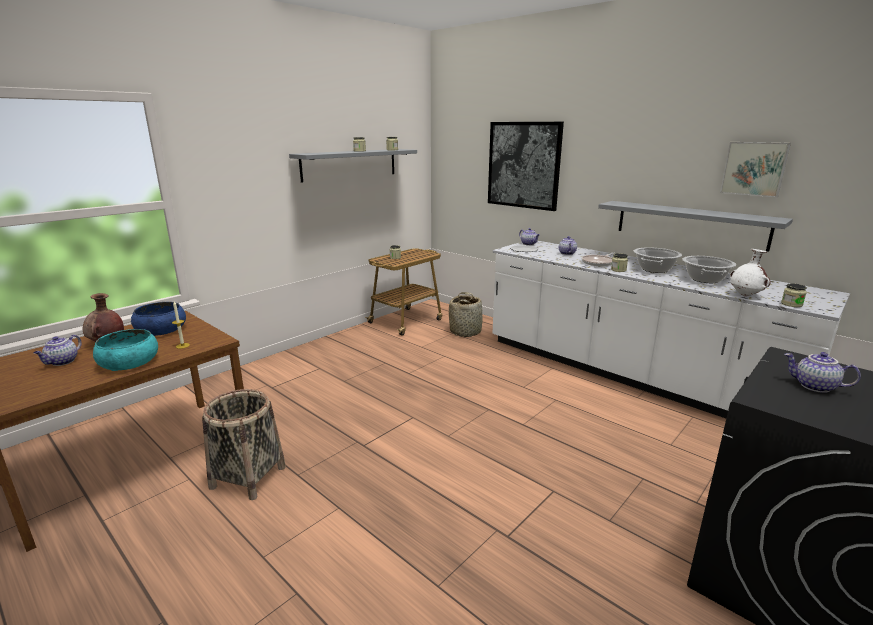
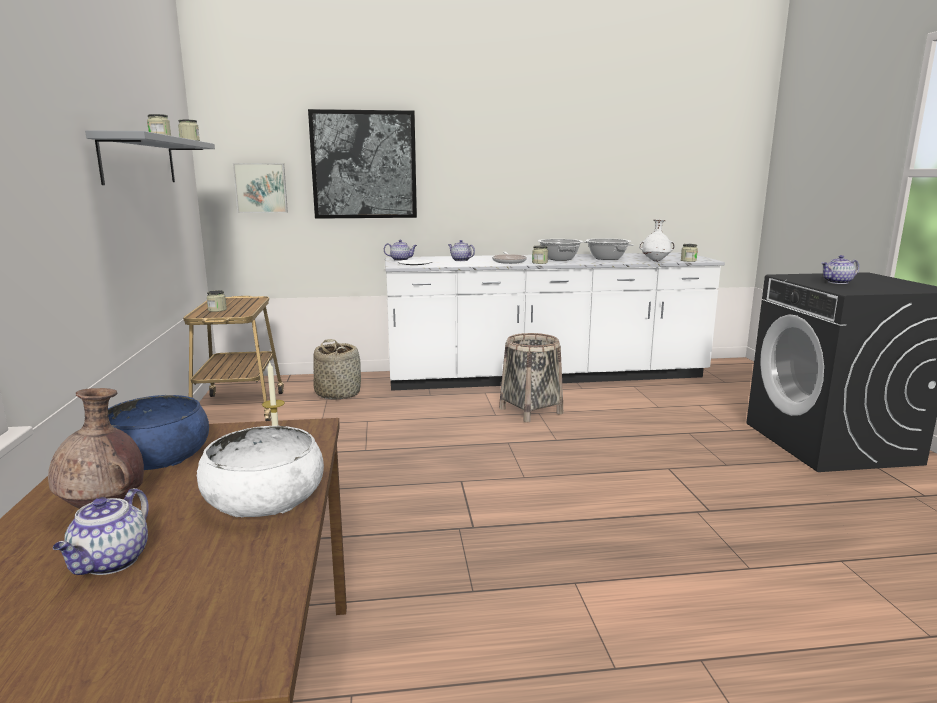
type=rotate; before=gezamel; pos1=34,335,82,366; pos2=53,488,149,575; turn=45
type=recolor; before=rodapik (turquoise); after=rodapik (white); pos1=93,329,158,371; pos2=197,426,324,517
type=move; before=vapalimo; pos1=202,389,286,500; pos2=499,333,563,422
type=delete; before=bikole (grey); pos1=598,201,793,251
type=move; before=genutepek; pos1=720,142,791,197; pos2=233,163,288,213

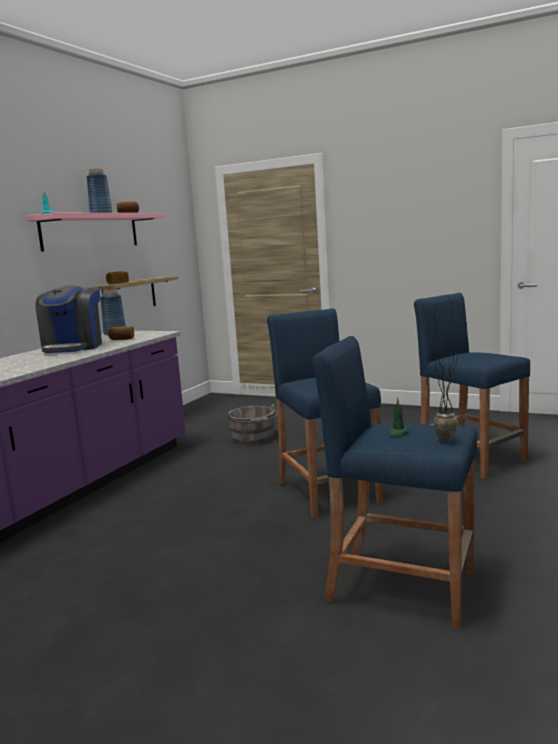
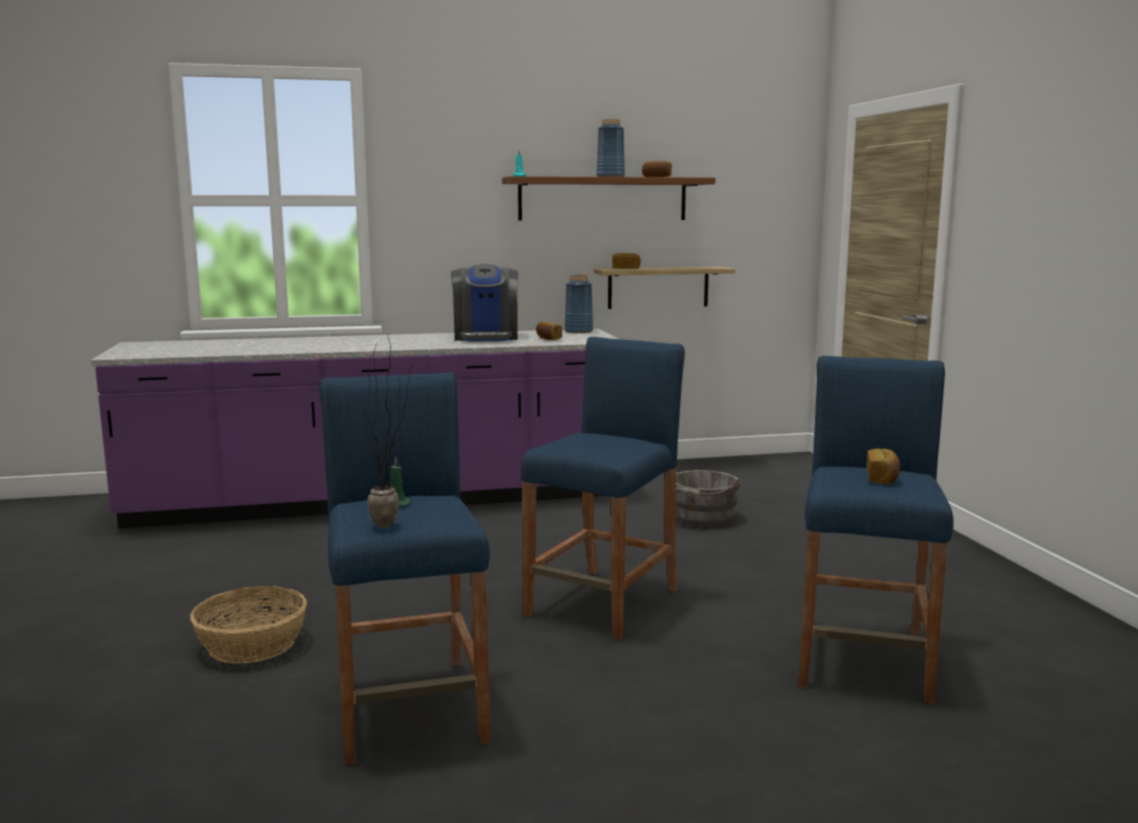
type=recolor; before=bikole (pink); after=bikole (brown); pos1=26,213,166,252; pos2=502,176,715,221
type=rotate; before=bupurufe; pos1=35,285,102,353; pos2=451,264,518,341; turn=-60
type=insert; after=vapalimo; pos2=190,586,307,664
type=insert; after=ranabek; pos2=867,449,900,484

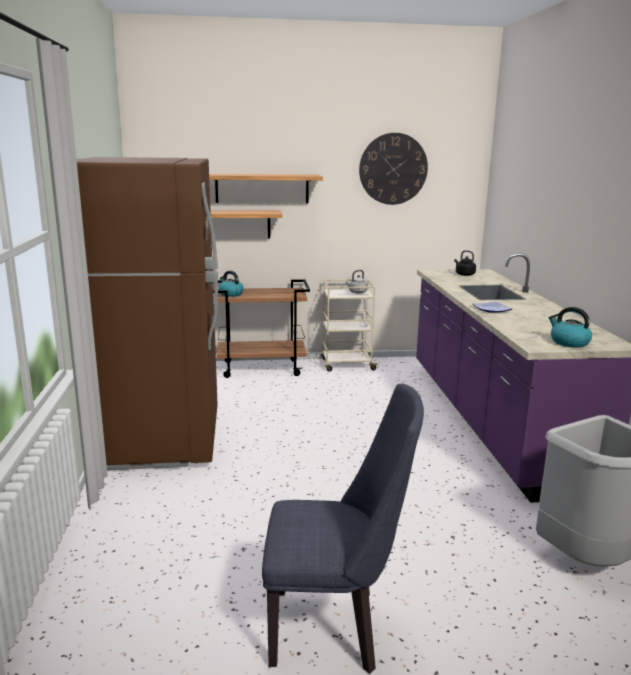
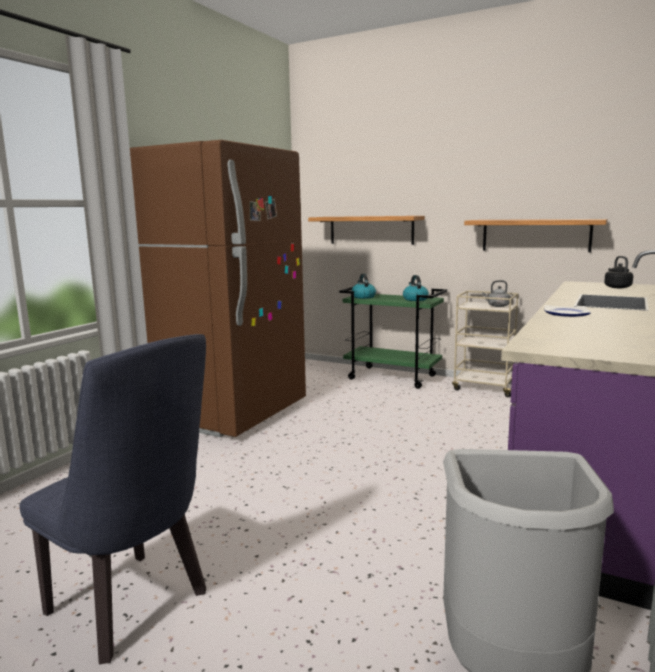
type=move; before=bikole; pos1=209,174,323,203; pos2=464,219,608,252
type=recolor; before=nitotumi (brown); after=nitotumi (green); pos1=213,279,310,378; pos2=339,287,447,389
type=delete; before=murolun; pos1=359,133,428,205
type=move; before=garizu; pos1=548,307,592,348; pos2=403,275,429,301

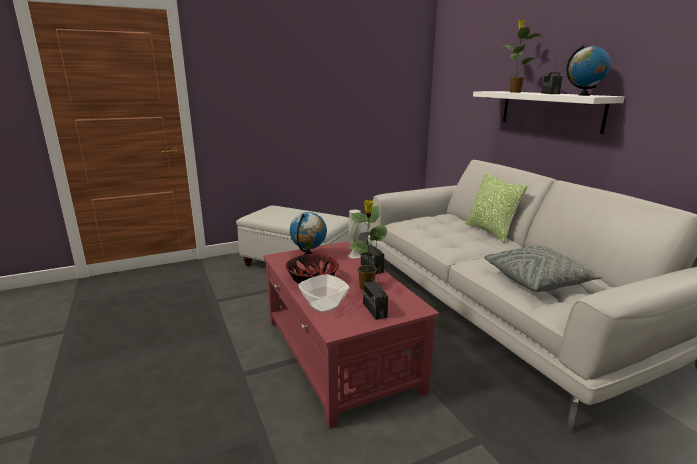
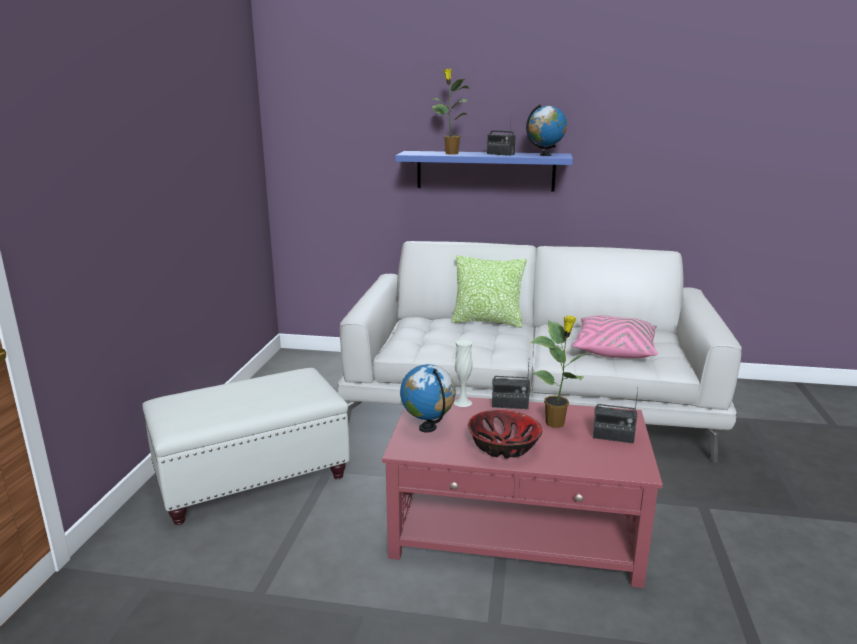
type=delete; before=rodapik; pos1=298,274,349,313
type=recolor; before=bikole (white); after=bikole (blue); pos1=473,91,624,134; pos2=395,151,573,192
type=recolor; before=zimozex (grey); after=zimozex (pink); pos1=484,246,602,292; pos2=571,315,658,358

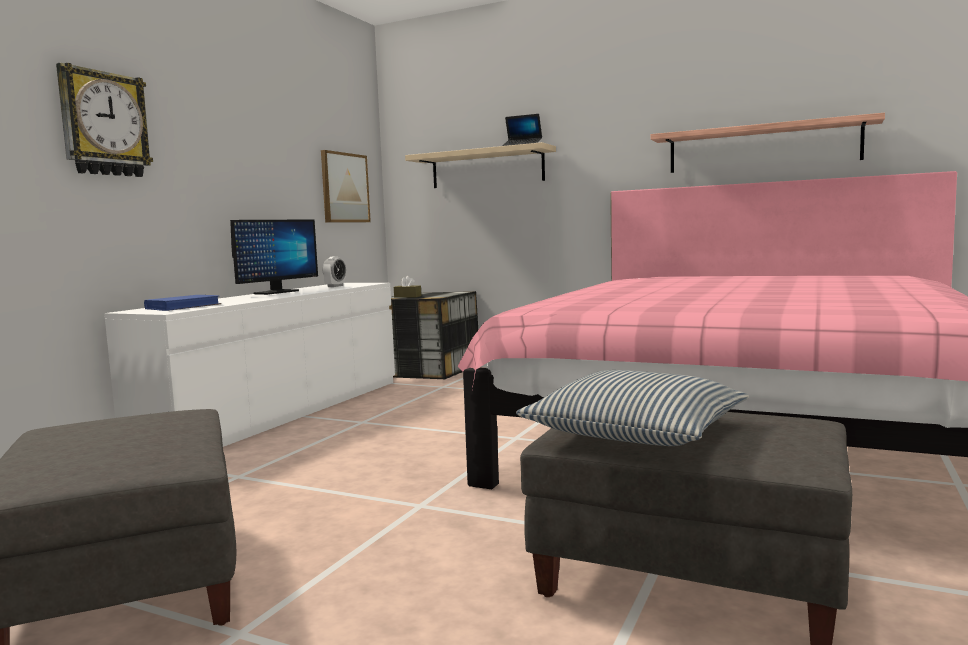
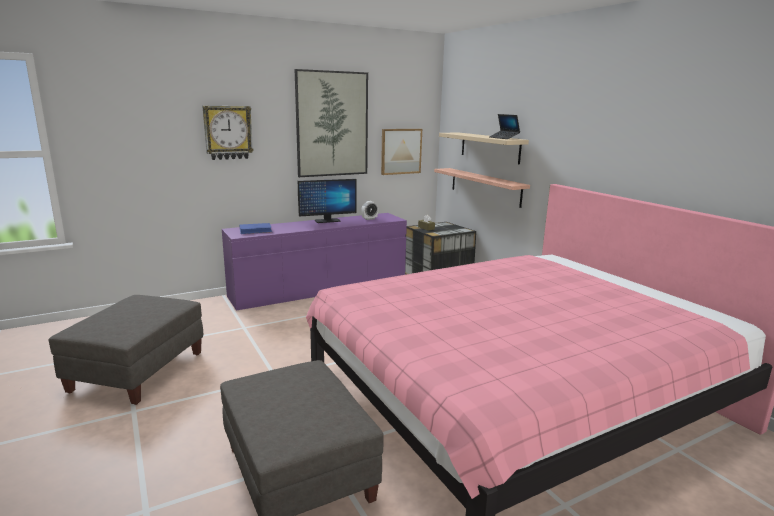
type=recolor; before=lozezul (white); after=lozezul (purple); pos1=104,283,395,447; pos2=222,213,407,311
type=delete; before=zimozex; pos1=516,370,749,446
type=move; before=bikole; pos1=651,113,885,173; pos2=434,168,530,208
type=insert; after=genutepek; pos2=295,69,368,177

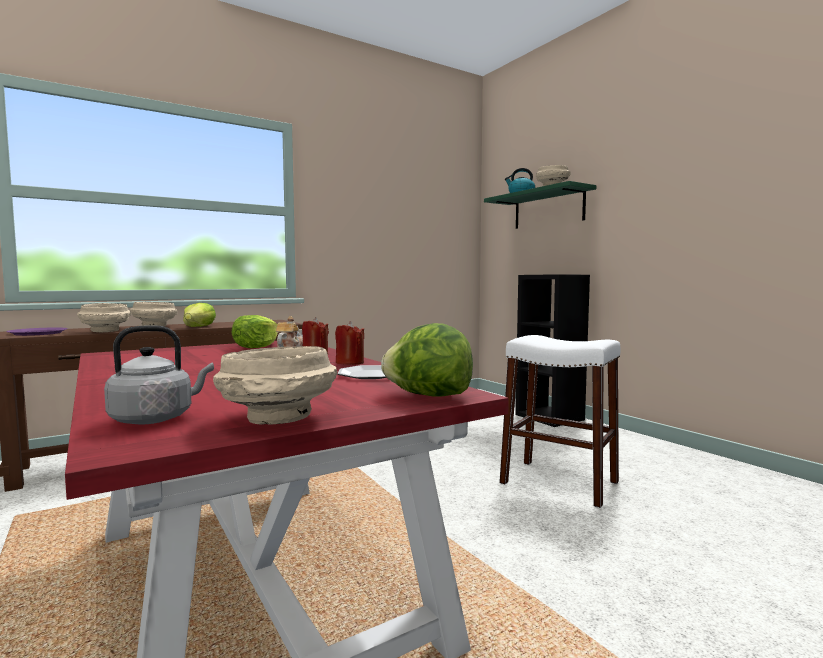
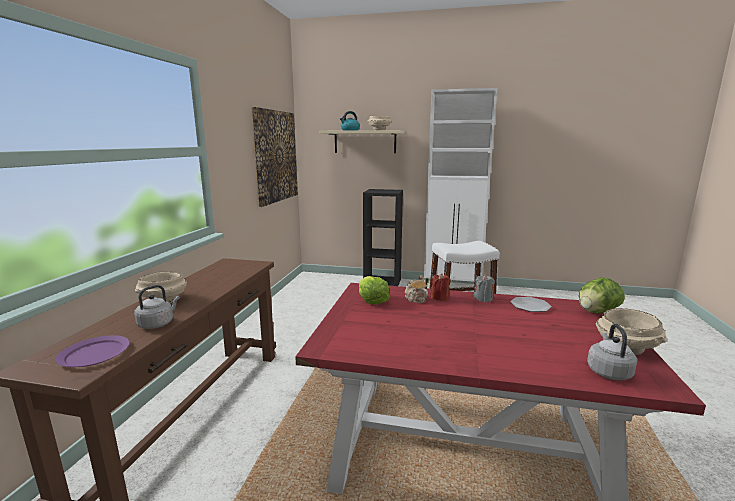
type=replace; before=rodapik (beige); after=garizu (grey); pos1=77,303,131,332; pos2=134,285,180,329
type=delete; before=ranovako; pos1=183,303,216,327
type=recolor; before=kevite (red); after=kevite (grey); pos1=335,321,364,365; pos2=474,274,495,302
type=recolor; before=bikole (green); after=bikole (beige); pos1=484,181,596,229; pos2=319,130,405,153
type=insert; after=genutepek; pos2=251,107,298,207
type=insert; after=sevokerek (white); pos2=424,88,497,288

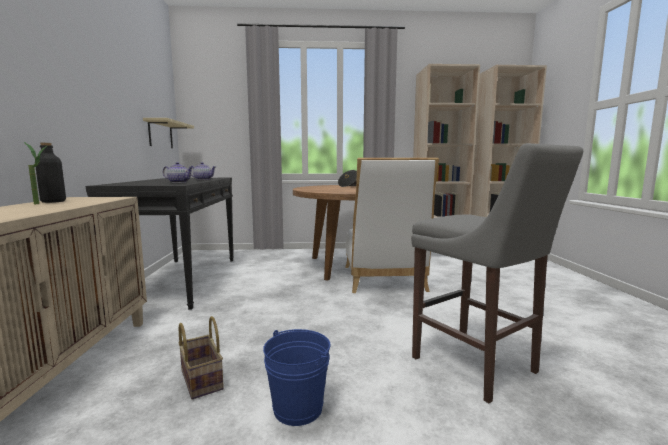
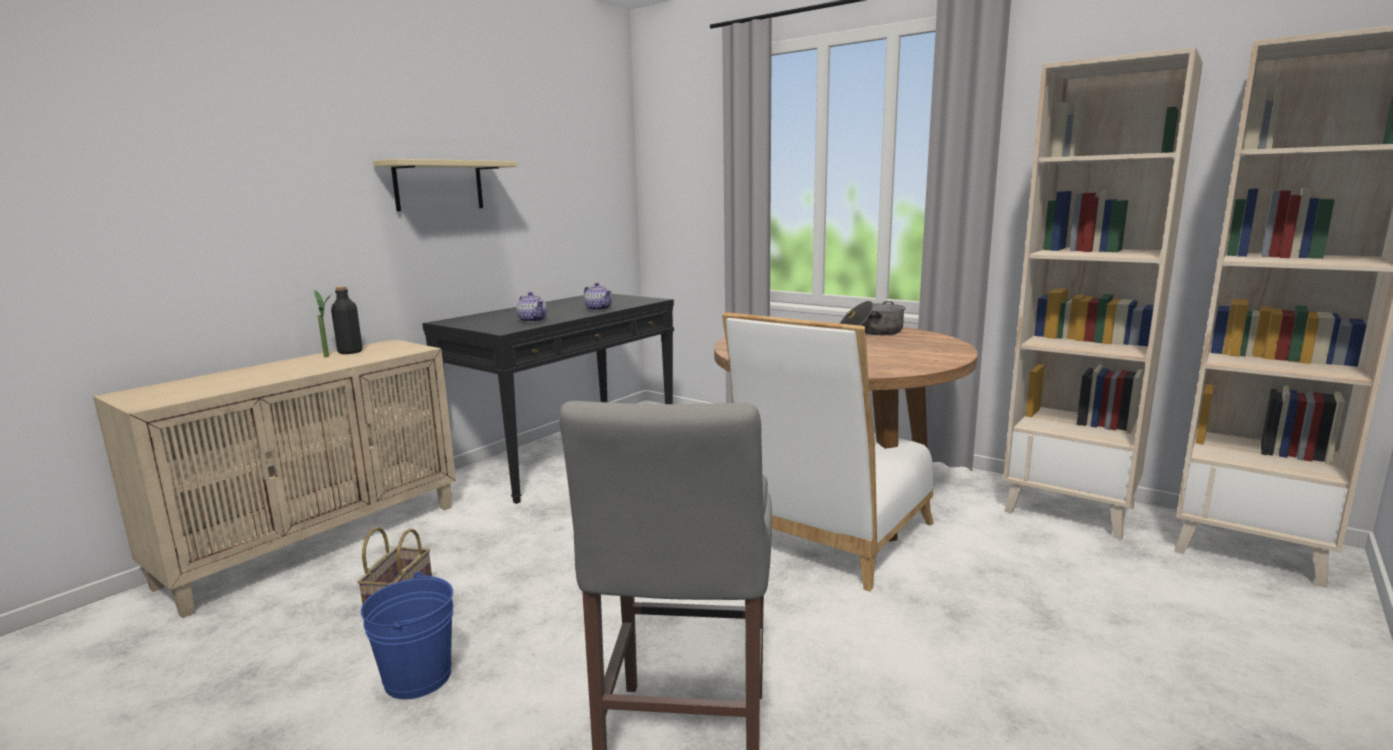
type=move; before=bikole (beige); pos1=143,118,194,148; pos2=373,159,517,211

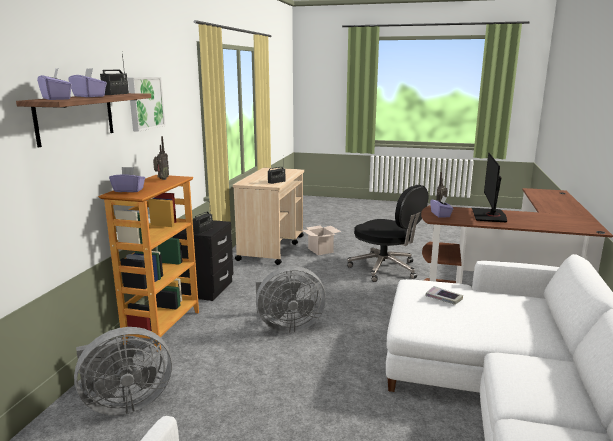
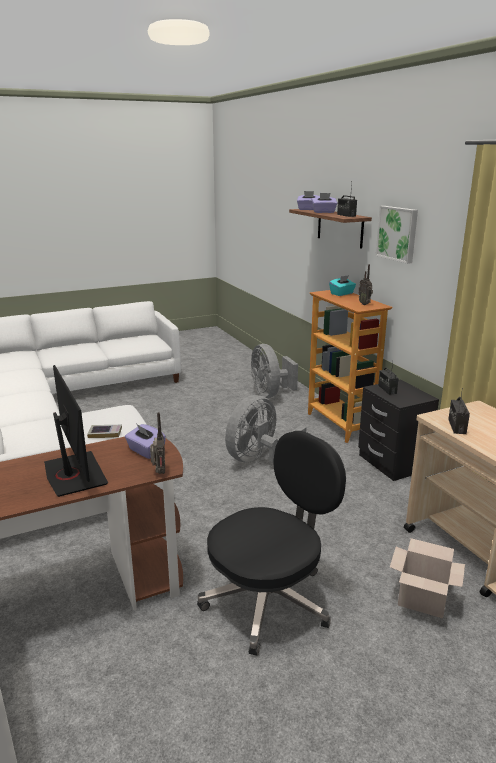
type=rotate; before=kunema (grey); pos1=74,327,172,415; pos2=251,344,298,398; turn=-45
type=recolor; before=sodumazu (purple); after=sodumazu (turquoise); pos1=109,167,145,192; pos2=329,275,356,296
type=rotate; before=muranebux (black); pos1=347,185,428,282; pos2=197,431,346,656; turn=135

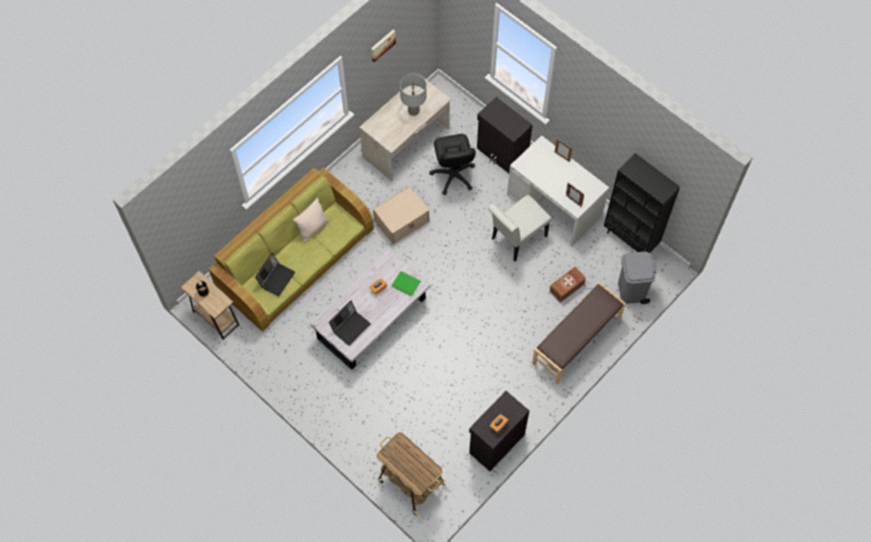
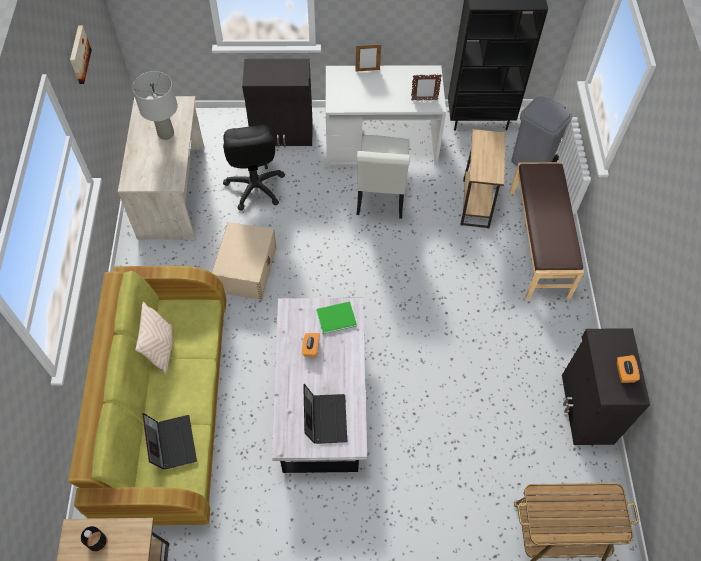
type=rotate; before=muranebux (black); pos1=429,134,476,195; pos2=223,125,285,211; turn=45
type=replace; before=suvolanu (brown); after=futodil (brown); pos1=550,267,586,303; pos2=461,129,506,228

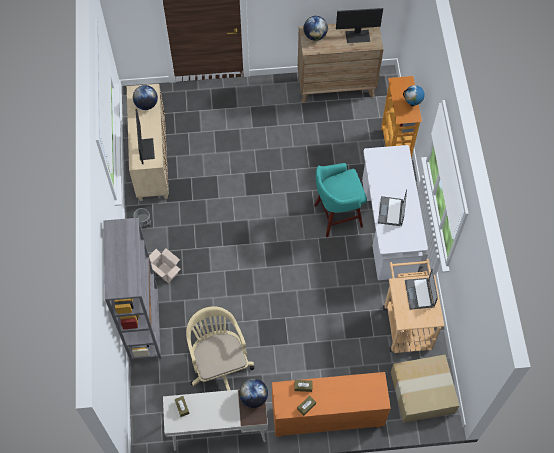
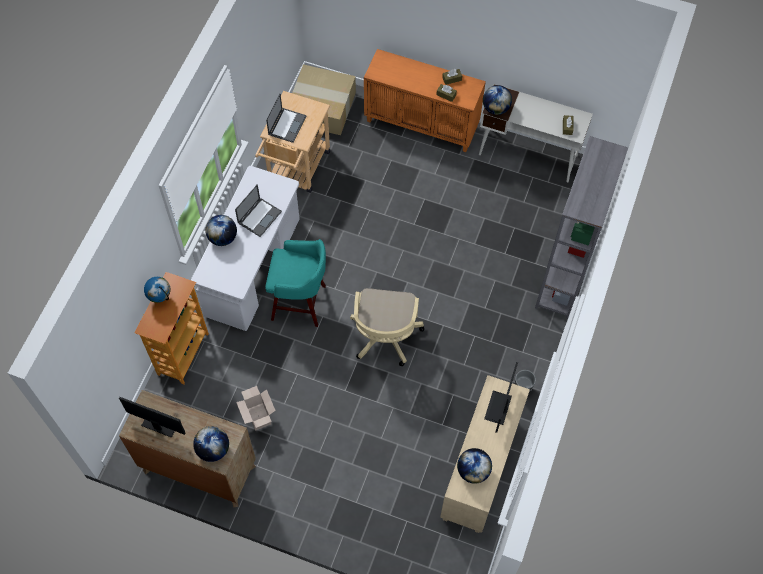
type=move; before=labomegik; pos1=149,248,181,283; pos2=236,386,276,431
type=move; before=muranebux (beige); pos1=186,307,254,391; pos2=350,288,424,366
type=insert; after=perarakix; pos2=205,215,237,246

